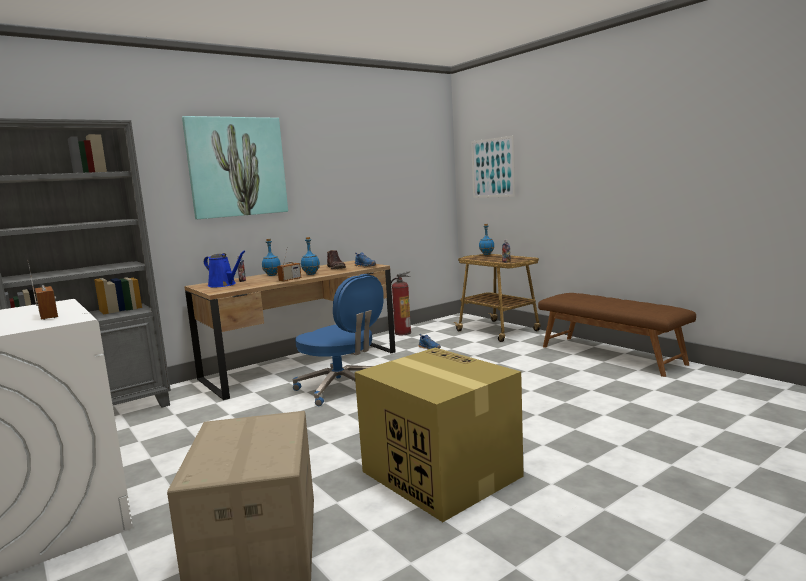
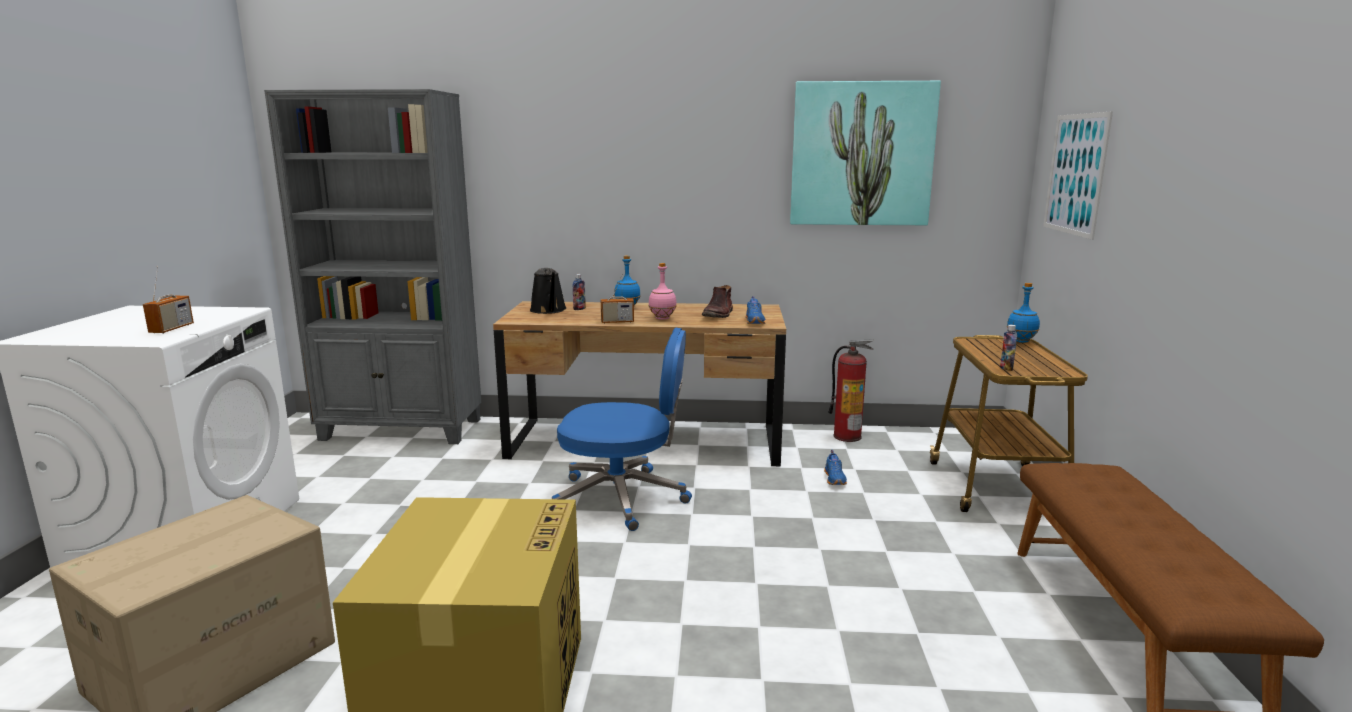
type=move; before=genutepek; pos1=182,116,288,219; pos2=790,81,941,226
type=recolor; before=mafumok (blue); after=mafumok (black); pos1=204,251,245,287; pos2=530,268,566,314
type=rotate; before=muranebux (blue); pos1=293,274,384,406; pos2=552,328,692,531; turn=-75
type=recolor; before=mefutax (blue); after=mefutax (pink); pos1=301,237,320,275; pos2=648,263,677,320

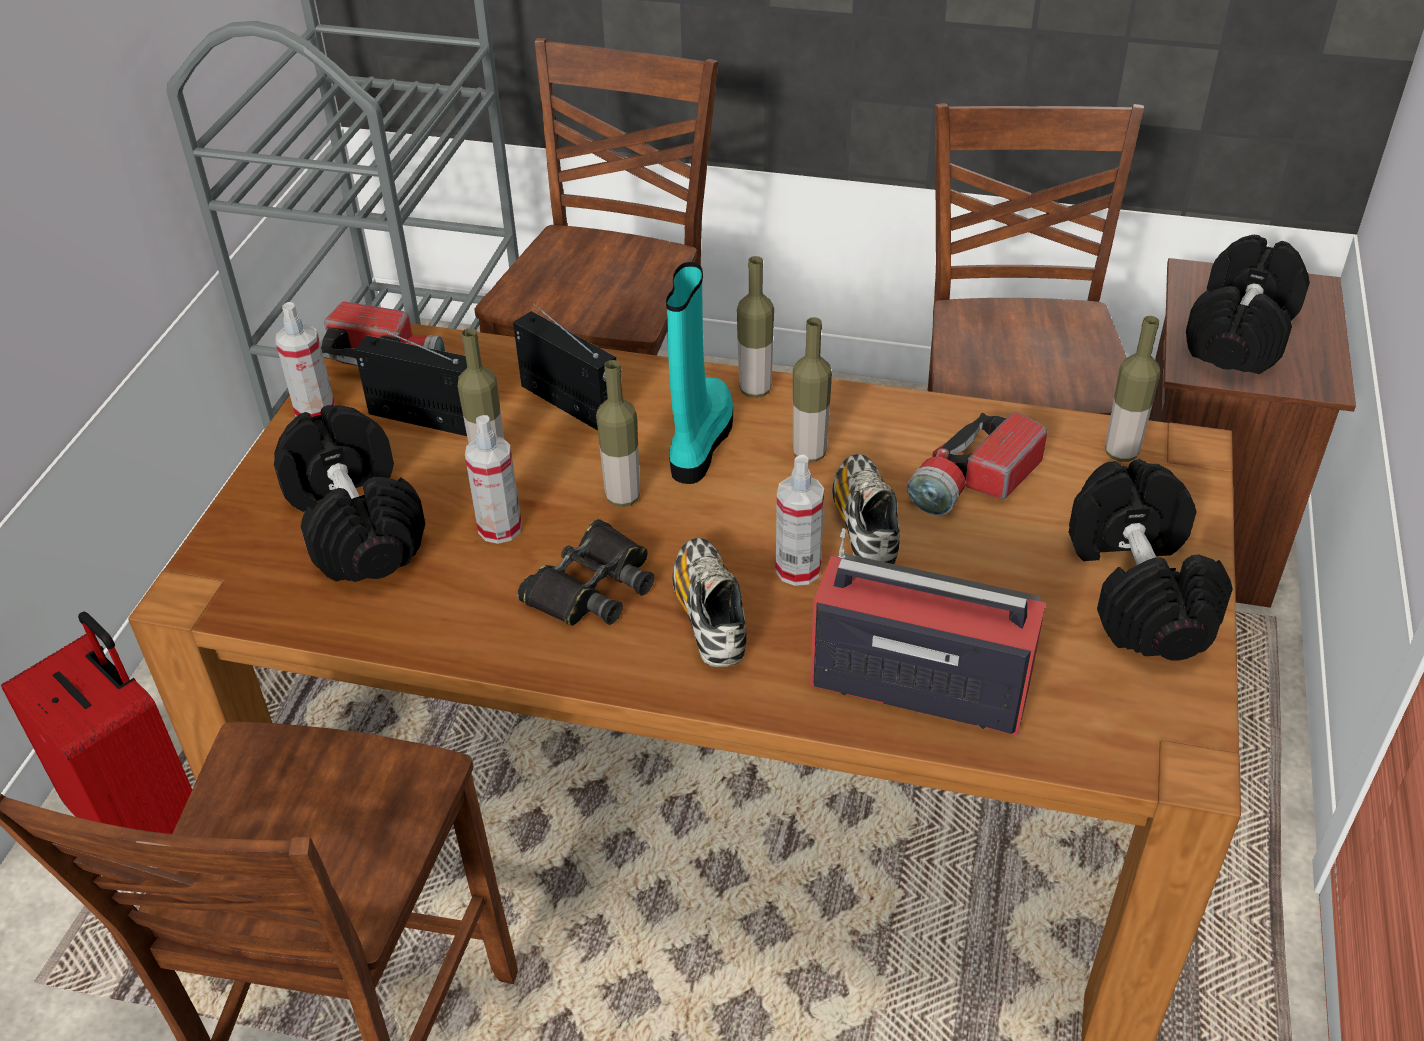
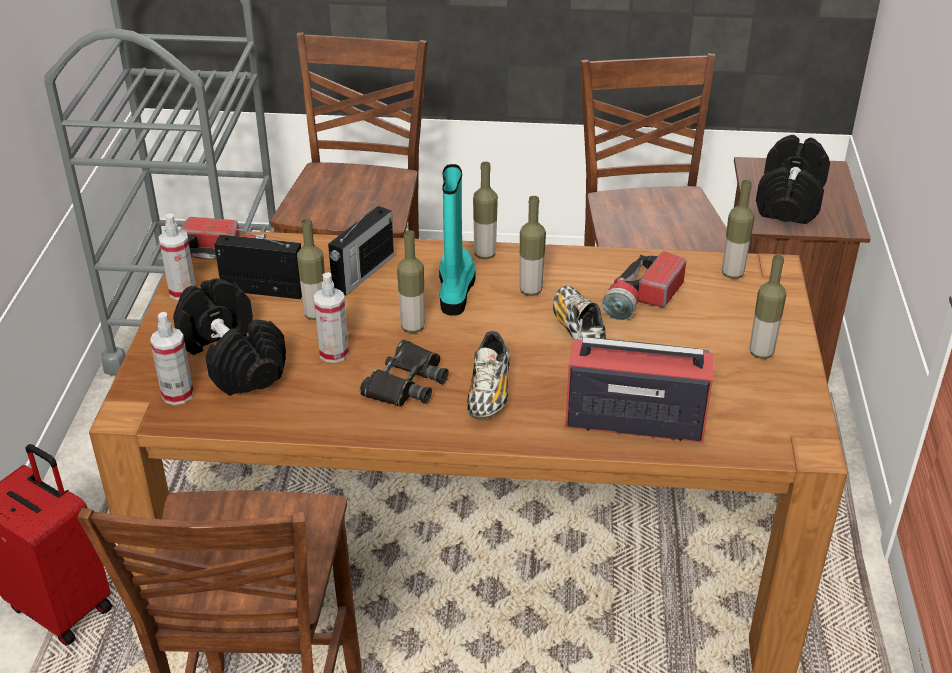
type=rotate; before=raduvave; pos1=513,303,616,431; pos2=328,200,394,295; turn=90
type=rotate; before=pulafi; pos1=673,538,747,668; pos2=467,331,510,419; turn=-150
type=move; before=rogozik; pos1=776,454,824,586; pos2=150,312,194,405
type=replace; before=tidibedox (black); after=mefutax; pos1=1069,459,1233,661; pos2=750,255,786,359

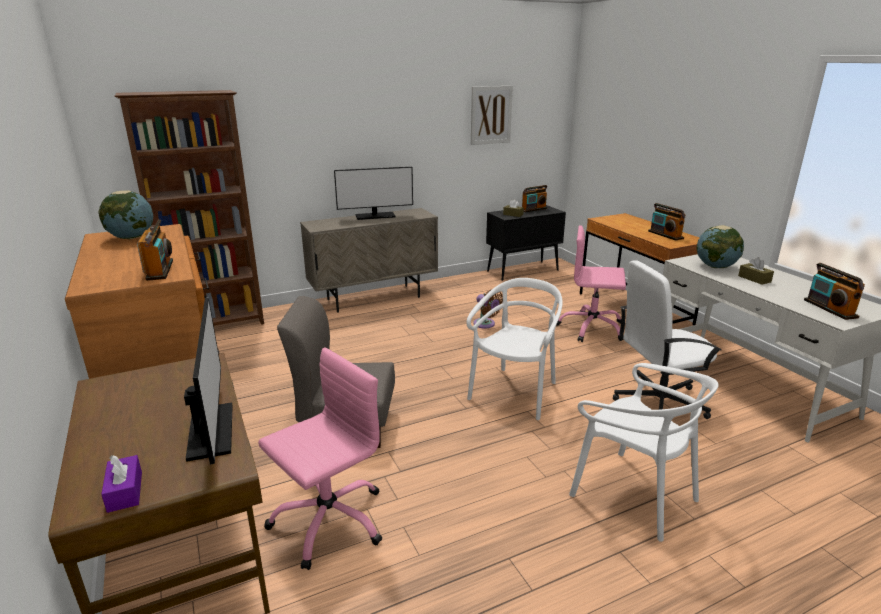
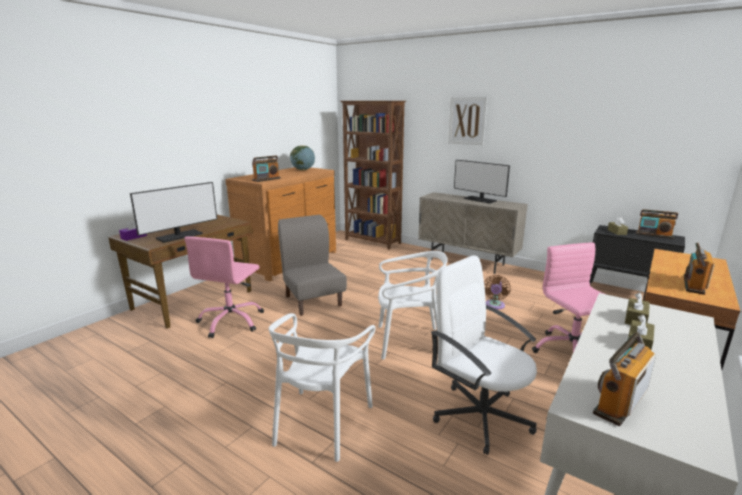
type=rotate; before=muranebux (pink); pos1=258,347,382,570; pos2=184,236,264,338; turn=90
type=move; before=genutepek; pos1=471,86,513,145; pos2=448,97,488,145
type=replace; before=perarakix; after=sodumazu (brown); pos1=697,225,744,268; pos2=625,292,650,325

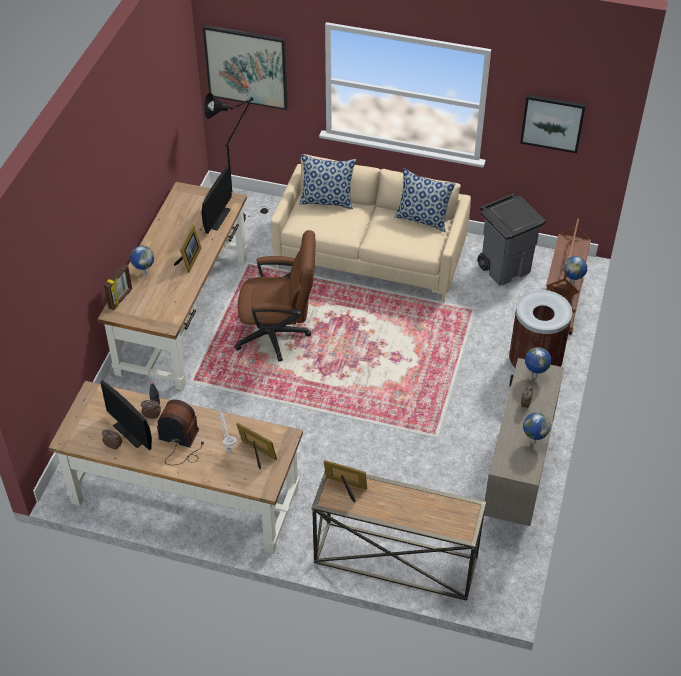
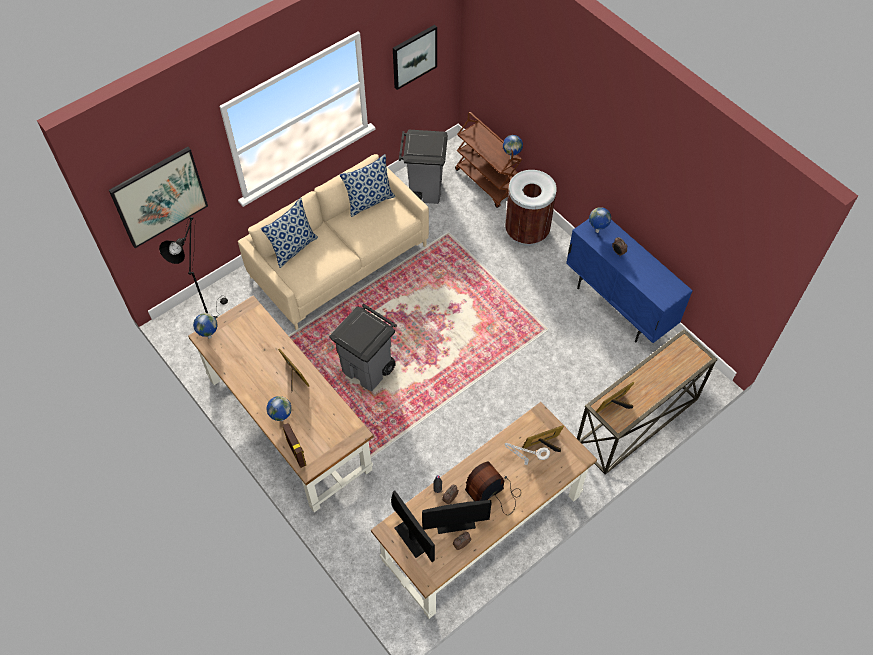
type=move; before=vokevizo; pos1=202,166,232,234; pos2=391,490,435,562
type=replace; before=muranebux (brown); after=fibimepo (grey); pos1=235,230,315,362; pos2=329,304,397,391
type=recolor; before=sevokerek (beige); after=sevokerek (blue); pos1=484,358,564,526; pos2=566,219,693,343
type=move; before=perarakix; pos1=523,412,551,444; pos2=193,313,217,339

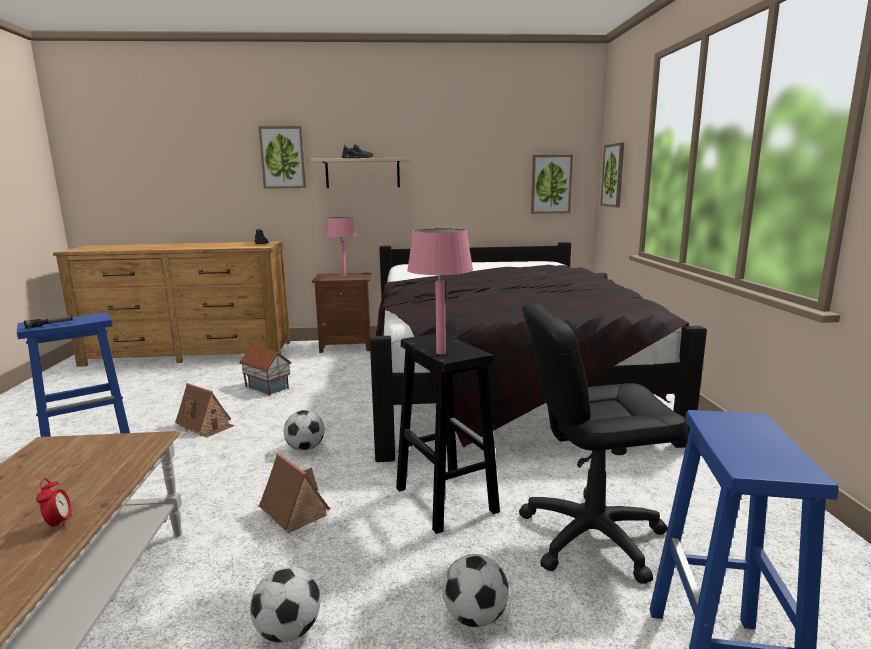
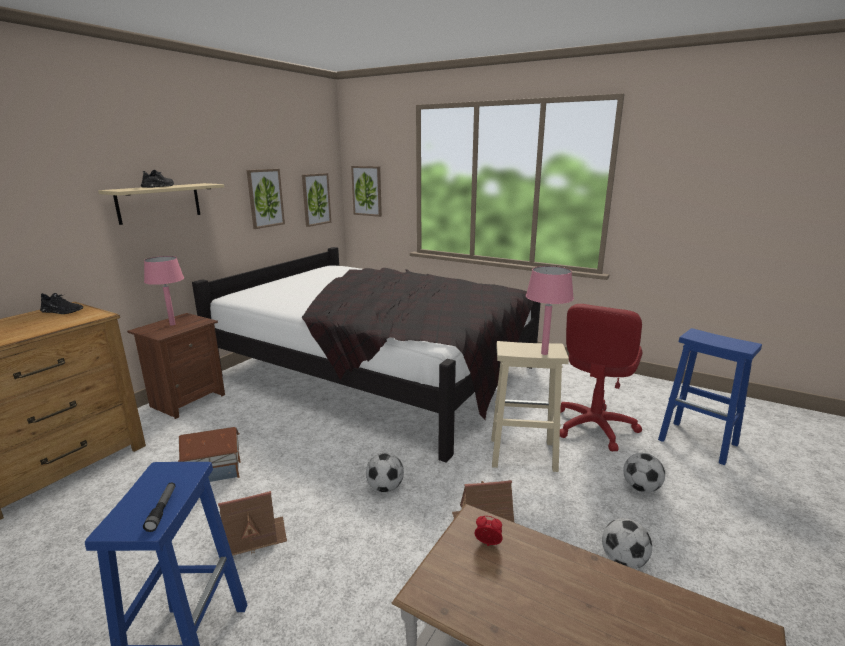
type=move; before=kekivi; pos1=36,478,72,529; pos2=475,516,503,546
type=move; before=genutepek; pos1=258,126,306,189; pos2=246,169,285,229
type=recolor; before=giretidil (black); after=giretidil (beige); pos1=396,333,500,534; pos2=491,341,569,472
type=recolor; before=muranebux (black); after=muranebux (red); pos1=519,303,688,584; pos2=560,304,642,451

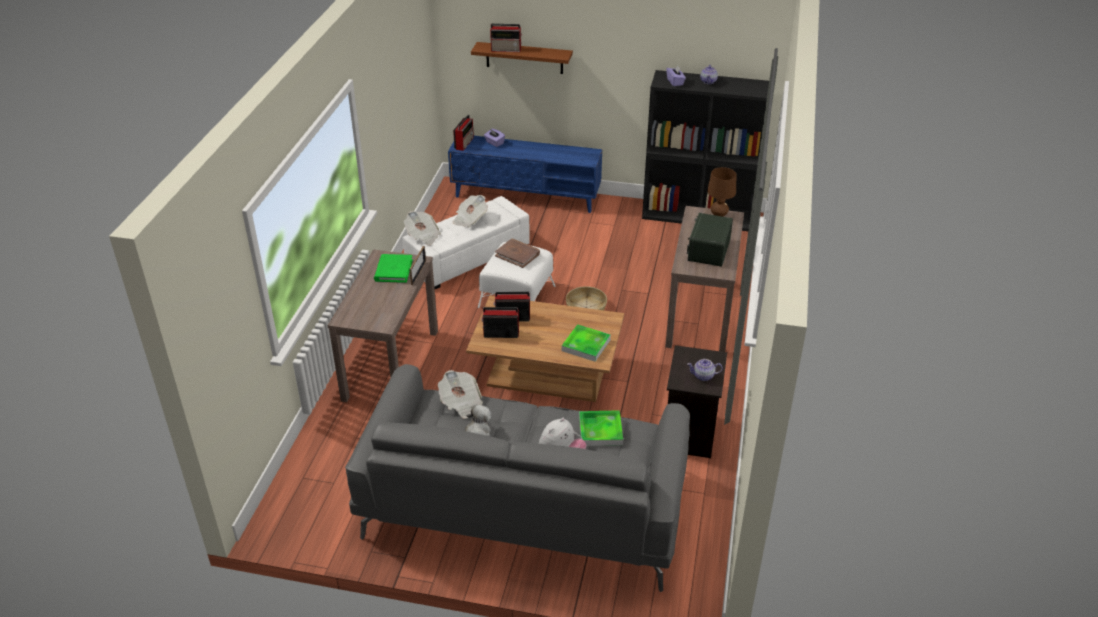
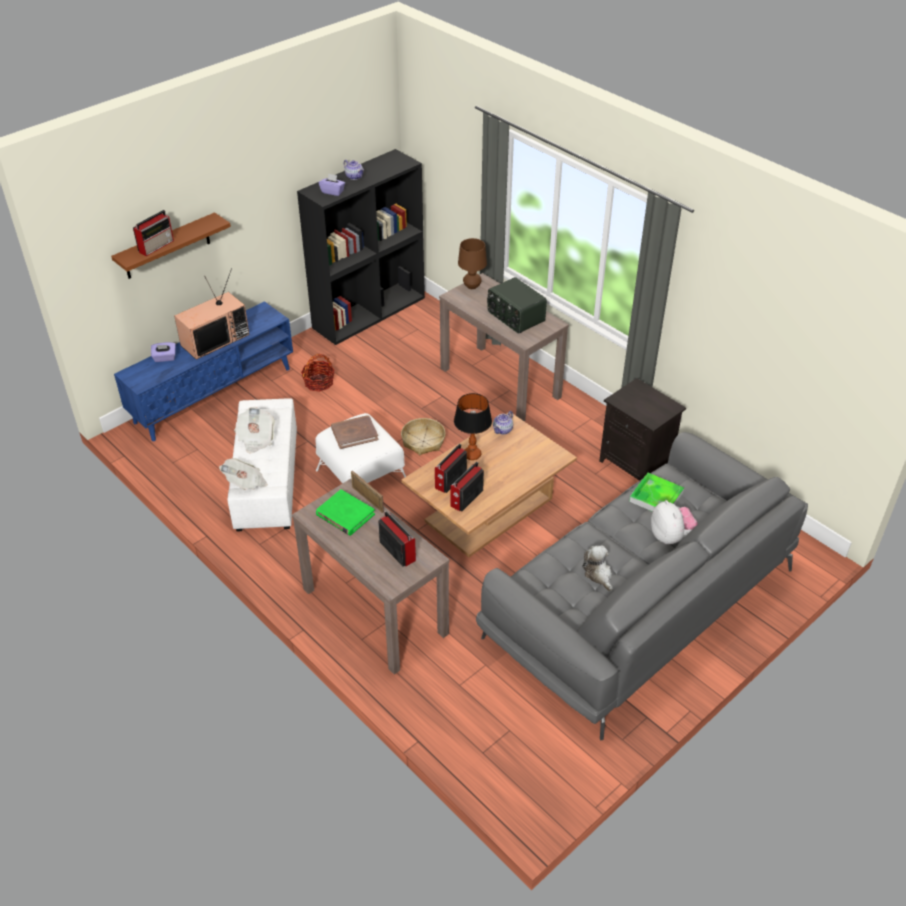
type=delete; before=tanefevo; pos1=438,370,483,419
type=move; before=raduvave; pos1=453,115,474,151; pos2=378,511,416,567
type=delete; before=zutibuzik; pos1=562,324,611,362
type=move; before=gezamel; pos1=687,359,723,381; pos2=493,411,513,435
type=insert; after=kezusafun; pos2=174,268,250,360
type=insert; after=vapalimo; pos2=301,354,335,392
type=insert; after=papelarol; pos2=454,393,492,460

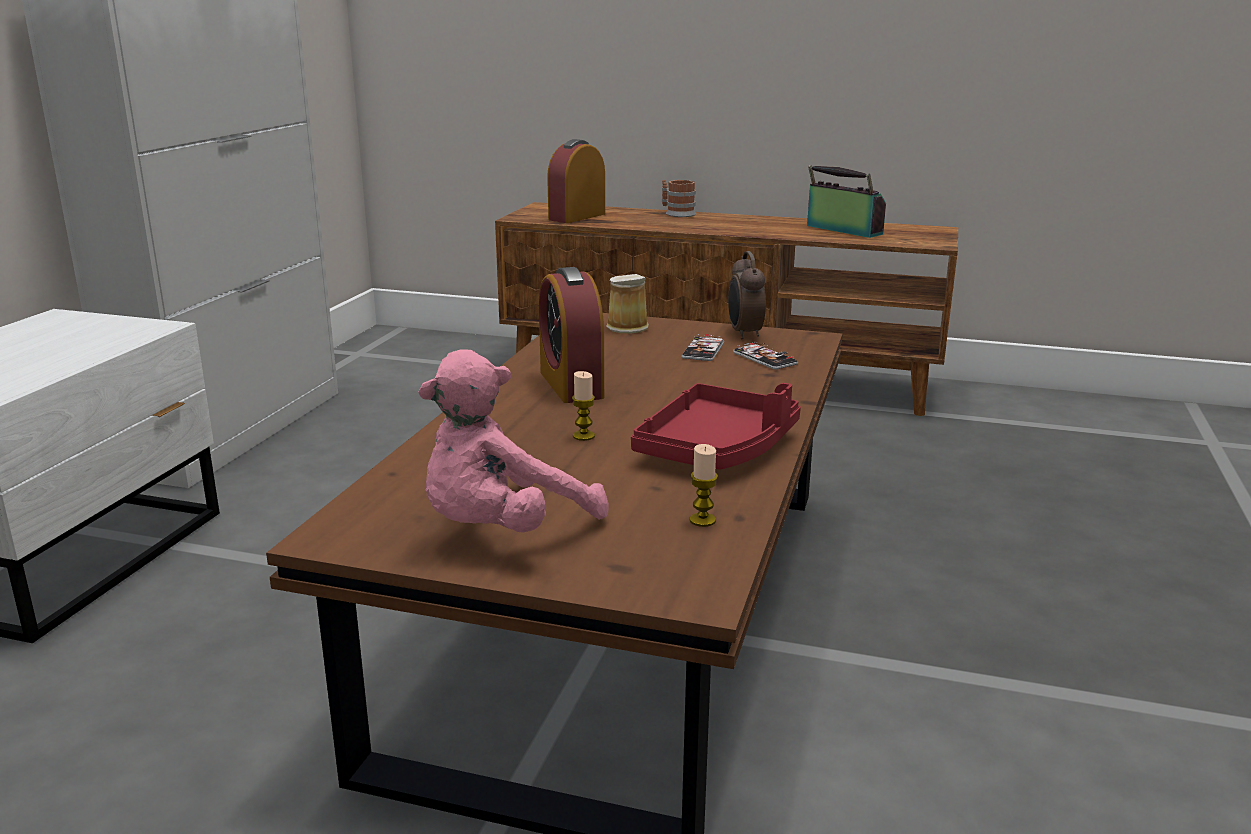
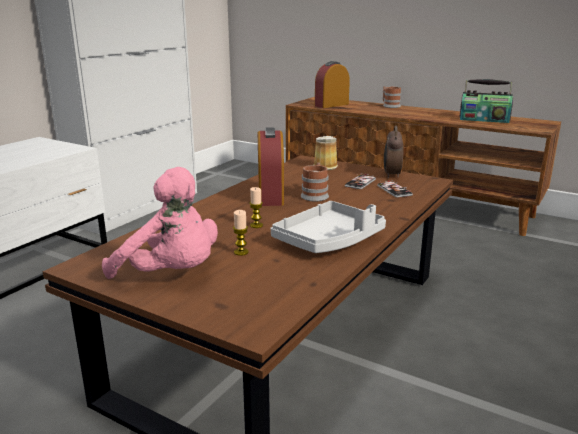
type=rotate; before=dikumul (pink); pos1=418,350,609,533; pos2=102,167,218,279; turn=-120
type=recolor; before=zutibuzik (red); after=zutibuzik (grey); pos1=631,383,801,470; pos2=271,201,386,253
type=move; before=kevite; pos1=689,444,718,527; pos2=233,210,249,256
type=rotate; before=raduvave; pos1=807,165,886,238; pos2=459,79,513,123; turn=135
type=insert; after=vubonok; pos2=301,163,329,201

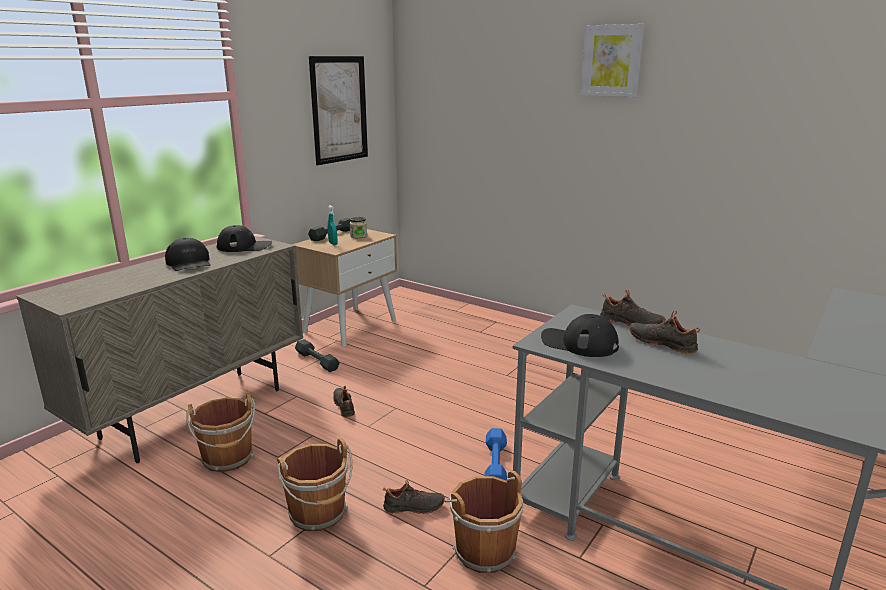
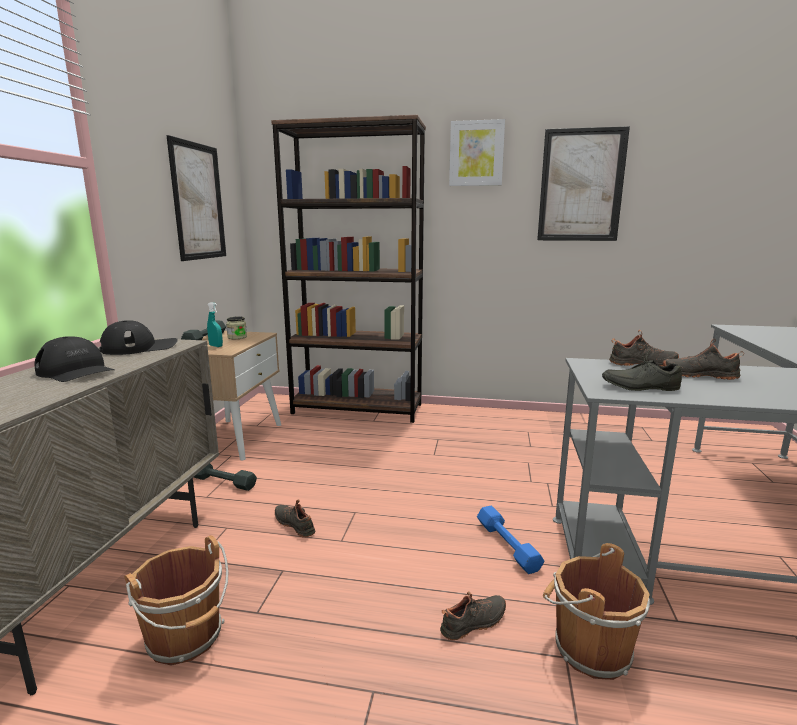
type=delete; before=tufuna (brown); pos1=277,438,352,531
type=replace; before=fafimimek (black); after=pulafi (grey); pos1=541,314,619,357; pos2=602,347,682,391
type=insert; after=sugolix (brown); pos2=271,115,426,423
type=insert; after=genutepek; pos2=537,126,630,241

